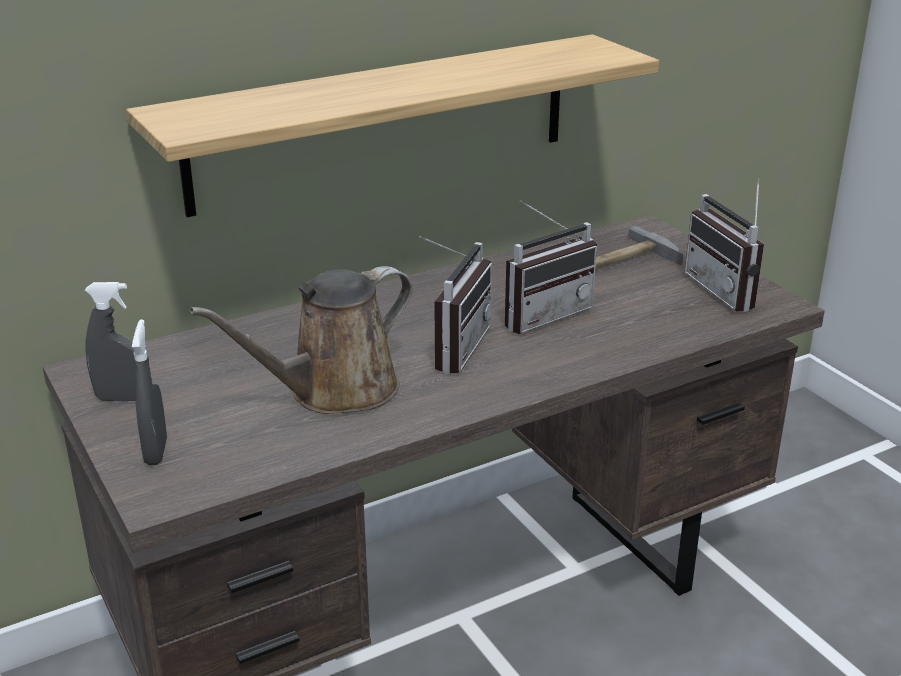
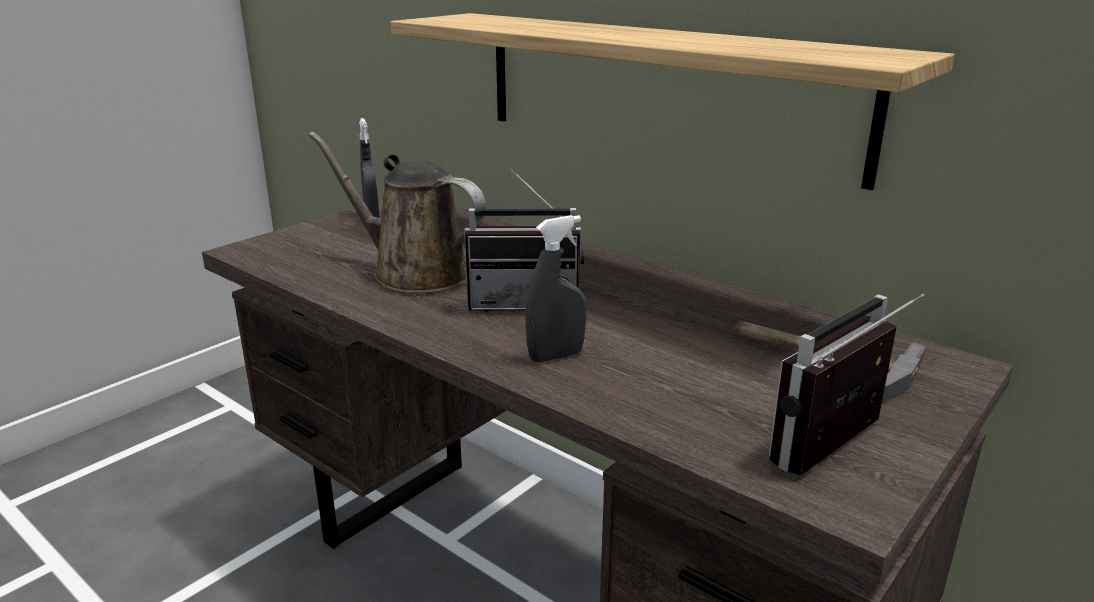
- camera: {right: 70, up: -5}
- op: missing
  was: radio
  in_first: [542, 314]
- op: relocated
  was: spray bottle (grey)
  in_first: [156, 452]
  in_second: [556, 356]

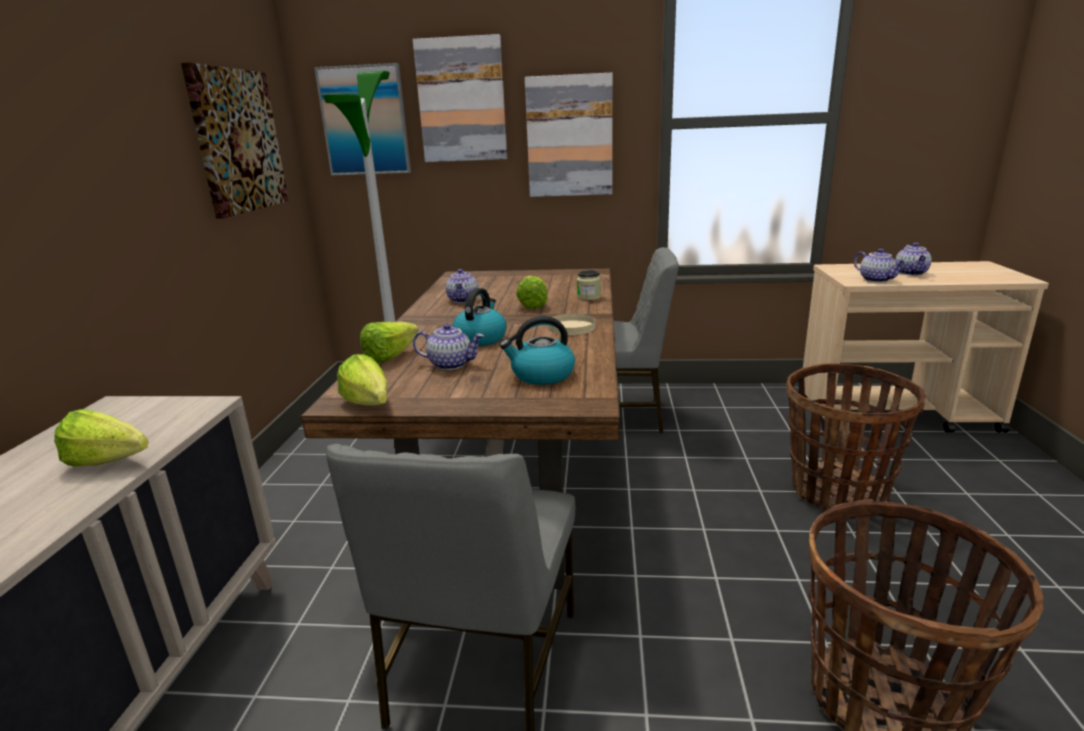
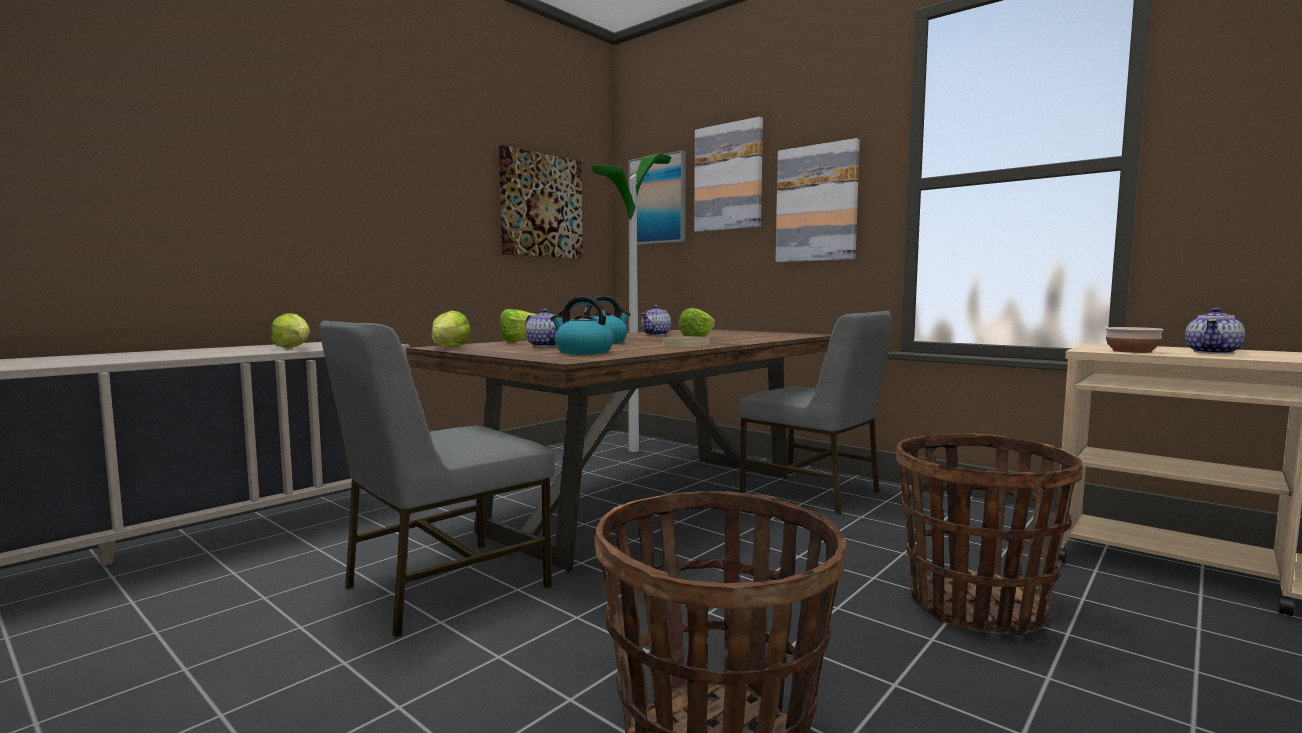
- camera: {right: 35, up: -15}
- op: exchanged
  was: teapot
  now: bowl
  in_first: [877, 280]
  in_second: [1132, 351]
- op: missing
  was: jar
  in_first: [589, 297]

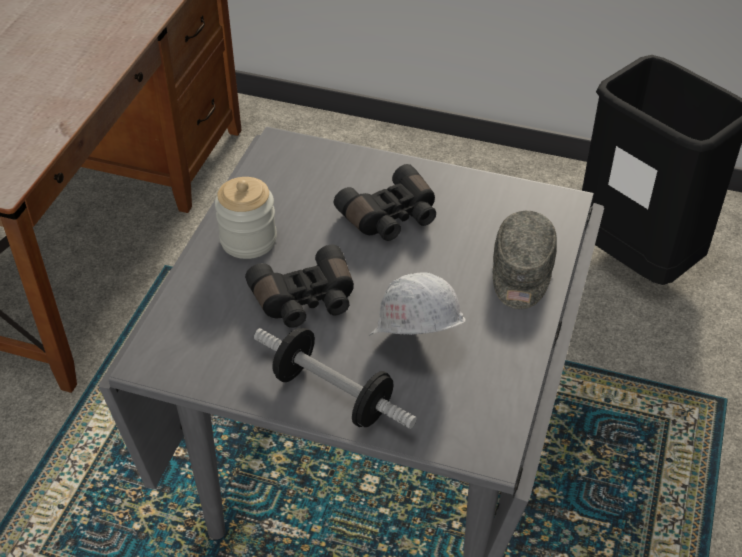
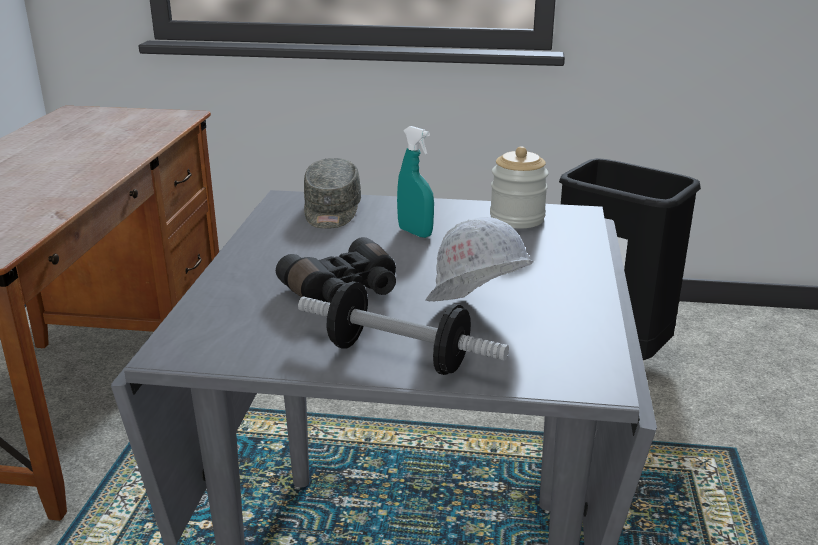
- camera: {right: -10, up: -20}
- op: exchanged
  was: binoculars (black)
  now: spray bottle (turquoise)
  in_first: [391, 218]
  in_second: [415, 232]
- op: relocated
  was: jar
  in_first: [248, 240]
  in_second: [517, 219]
- op: relocated
  was: cap (grey)
  in_first: [521, 274]
  in_second: [331, 211]

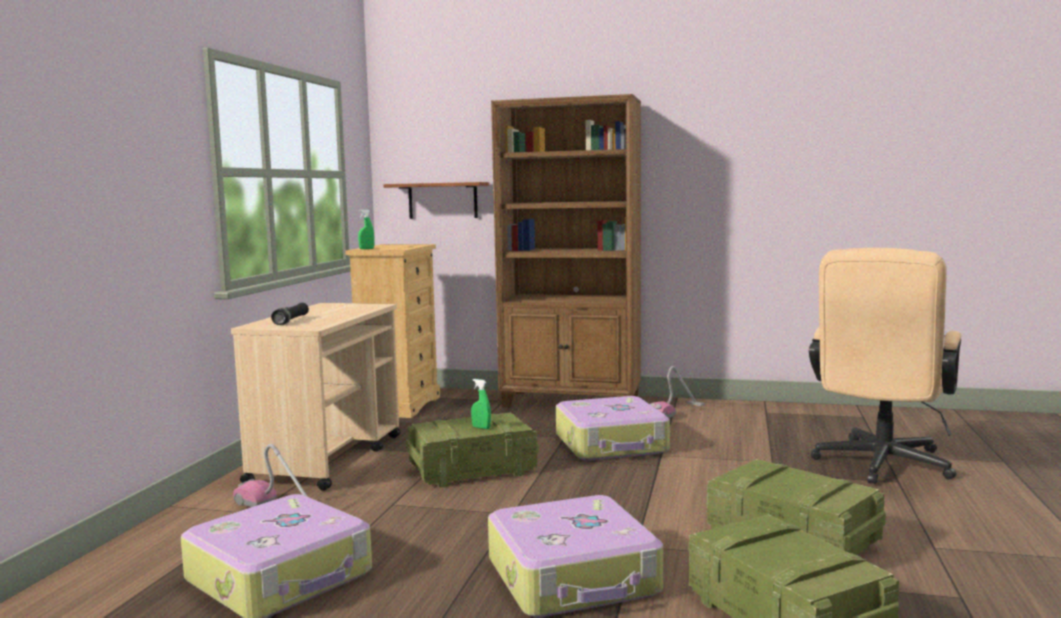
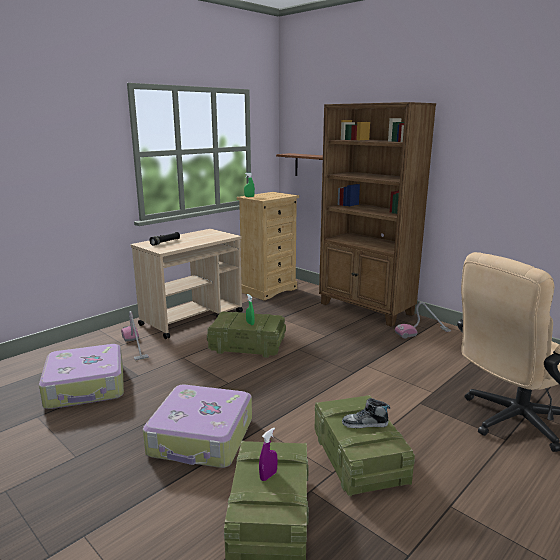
- camera: {right: 30, up: 10}
- op: missing
  was: suitcase
  in_first: [612, 444]
- op: appeared
  now: shoe
  in_second: [365, 424]
- op: appeared
  now: spray bottle (purple)
  in_second: [268, 476]

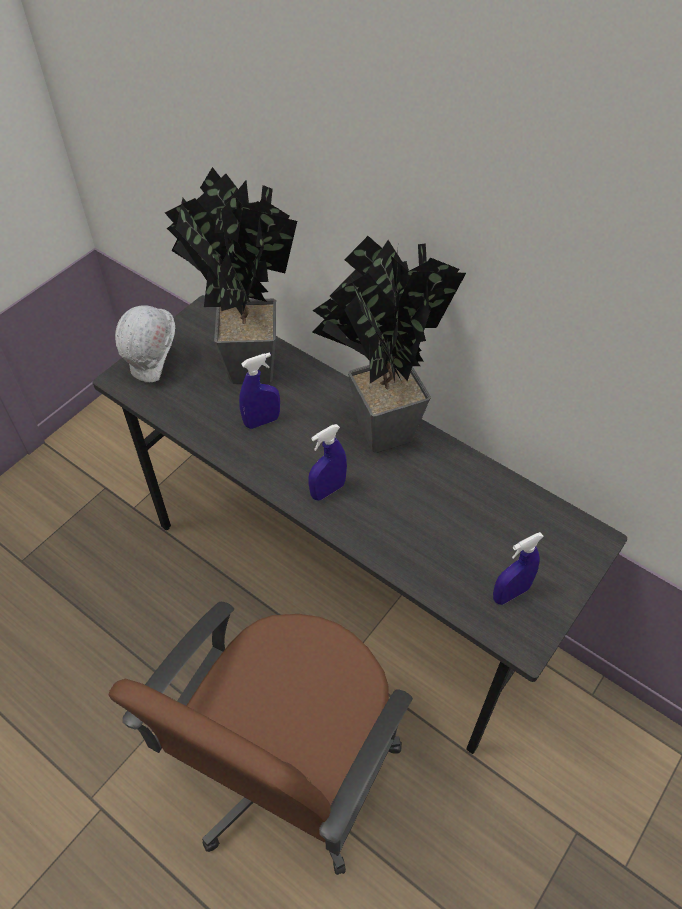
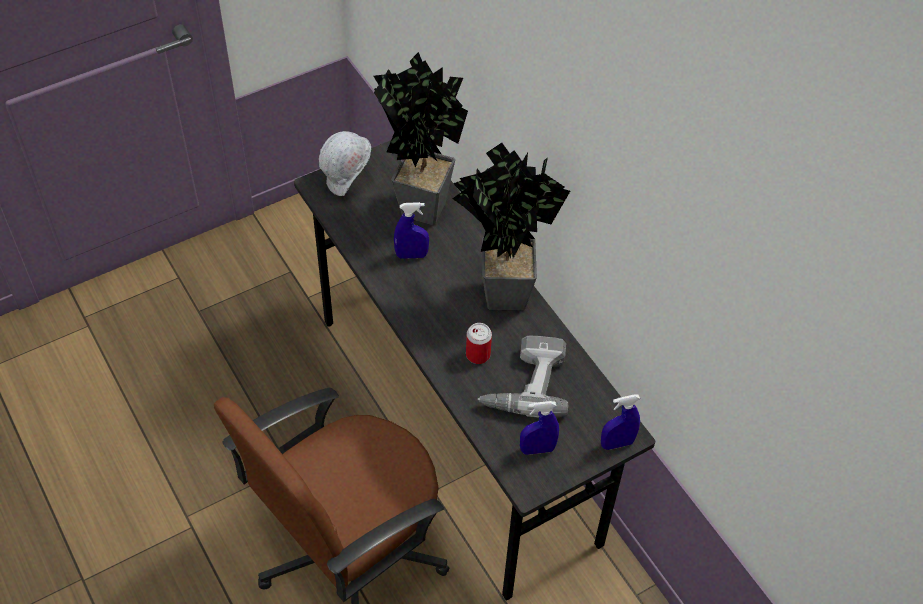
- camera: {right: 20, up: 0}
- op: relocated
  was: spray bottle (blue)
  in_first: [328, 490]
  in_second: [617, 443]
- op: appeared
  now: can
  in_second: [478, 354]
- op: appeared
  now: power drill
  in_second: [524, 383]

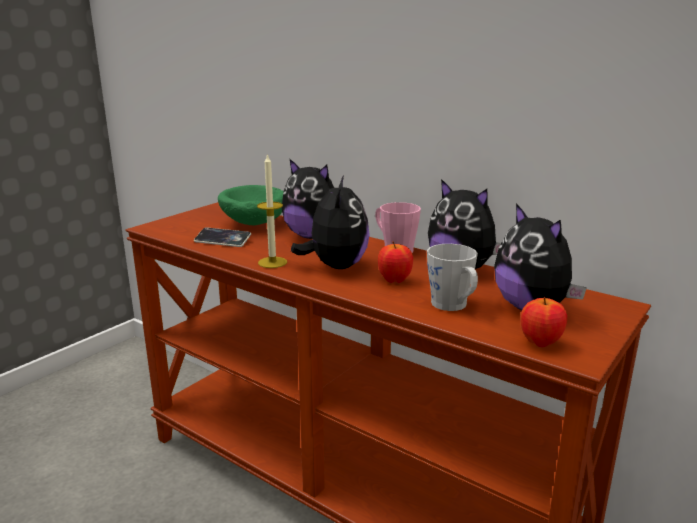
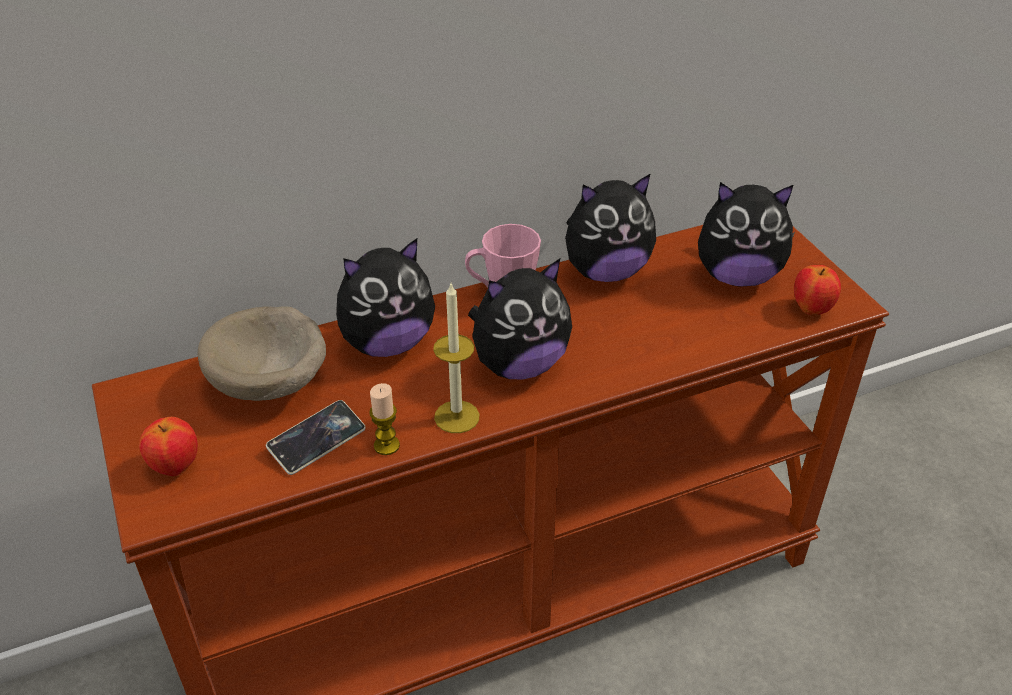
- camera: {right: -60, up: 20}
- op: spun
  was: plush toy
  in_first: [335, 266]
  in_second: [519, 364]
  clockwise: 120
- op: colour
  was: bowl (green)
  now: bowl (beige)
  in_first: [253, 224]
  in_second: [271, 385]
- op: relocated
  was: apple
  in_first: [394, 280]
  in_second: [175, 467]
- op: missing
  was: mug (grey)
  in_first: [453, 306]
- op: appeared
  now: candle
  in_second: [386, 445]

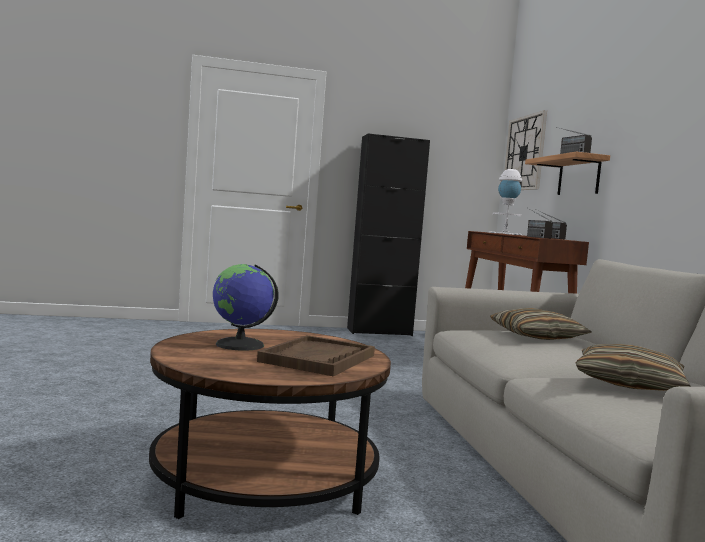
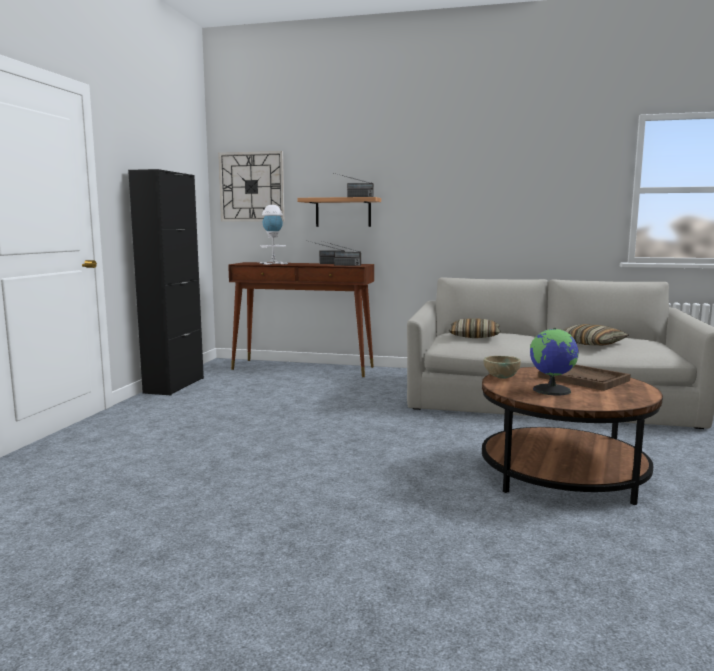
- camera: {right: -65, up: 5}
- op: appeared
  now: bowl (beige)
  in_second: [501, 377]

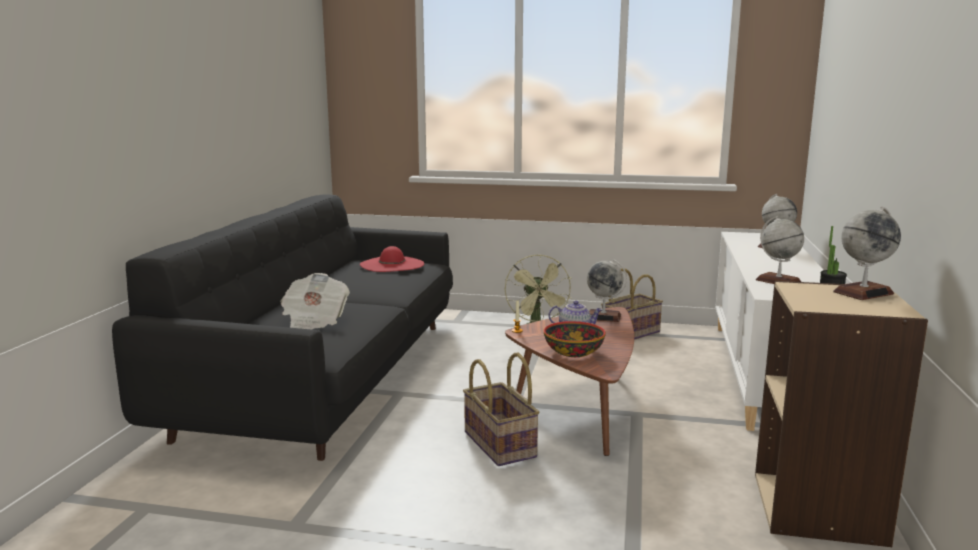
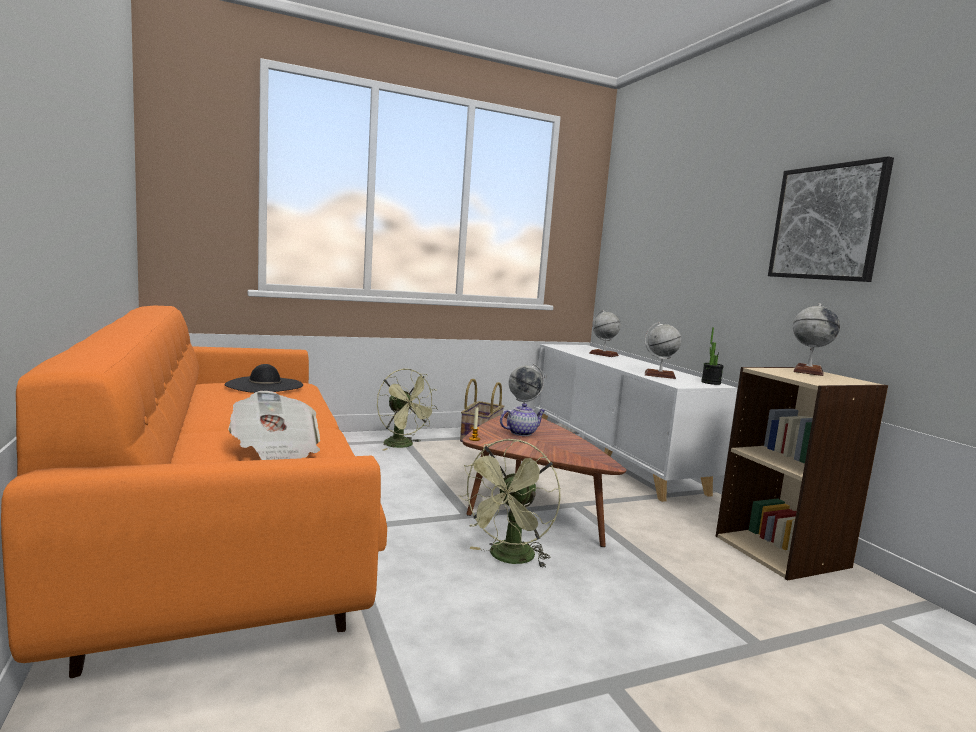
- camera: {right: -35, up: -5}
- op: colour
  was: sofa (black)
  now: sofa (orange)
  in_first: [328, 375]
  in_second: [228, 524]
- op: colour
  was: hat (red)
  now: hat (black)
  in_first: [392, 264]
  in_second: [264, 385]
- op: missing
  was: bowl
  in_first: [573, 352]
- op: exchanged
  was: basket
  now: fan (green)
  in_first: [501, 444]
  in_second: [508, 559]
- op: appeared
  now: picture
  in_second: [827, 223]

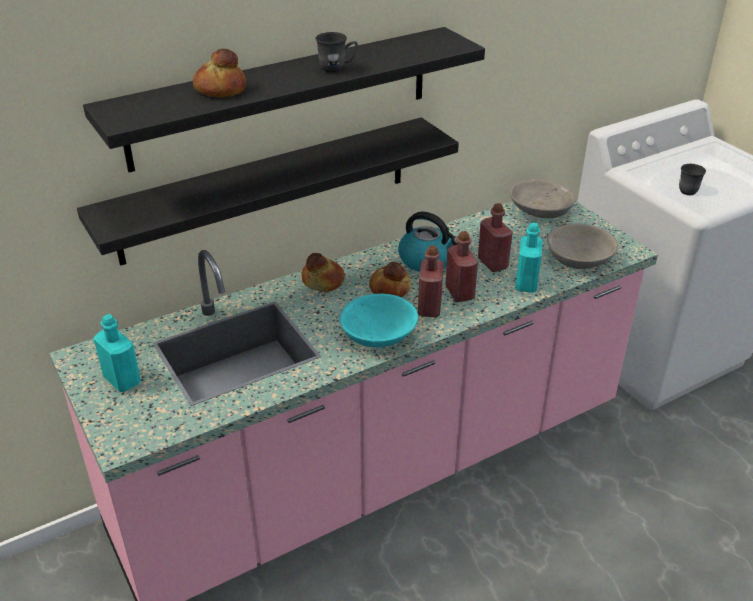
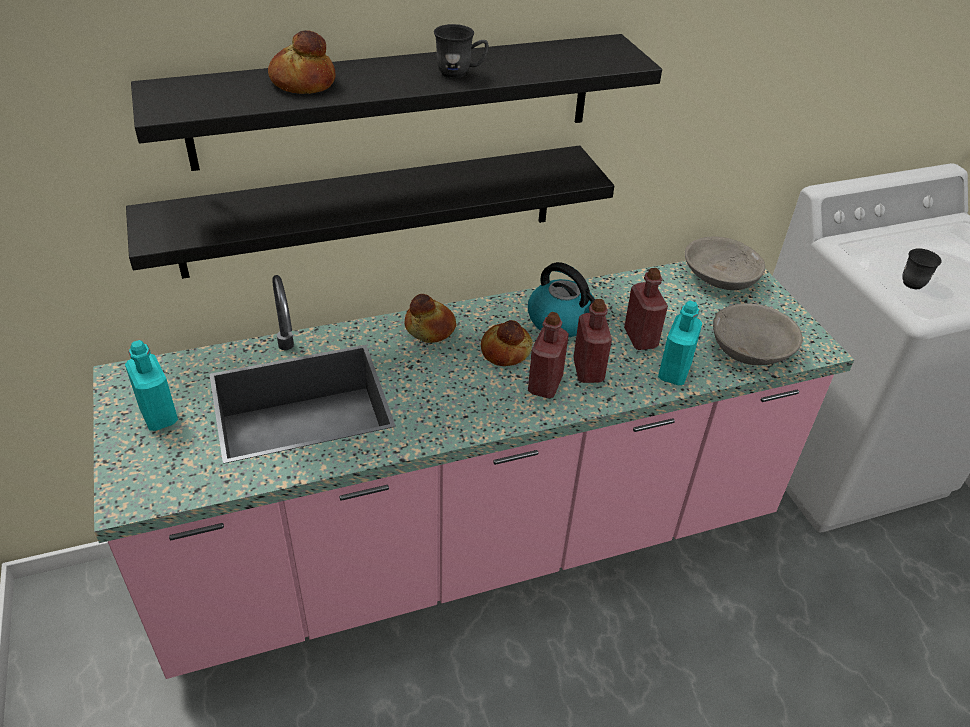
- camera: {right: 10, up: 5}
- op: missing
  was: bowl (turquoise)
  in_first: [378, 334]

